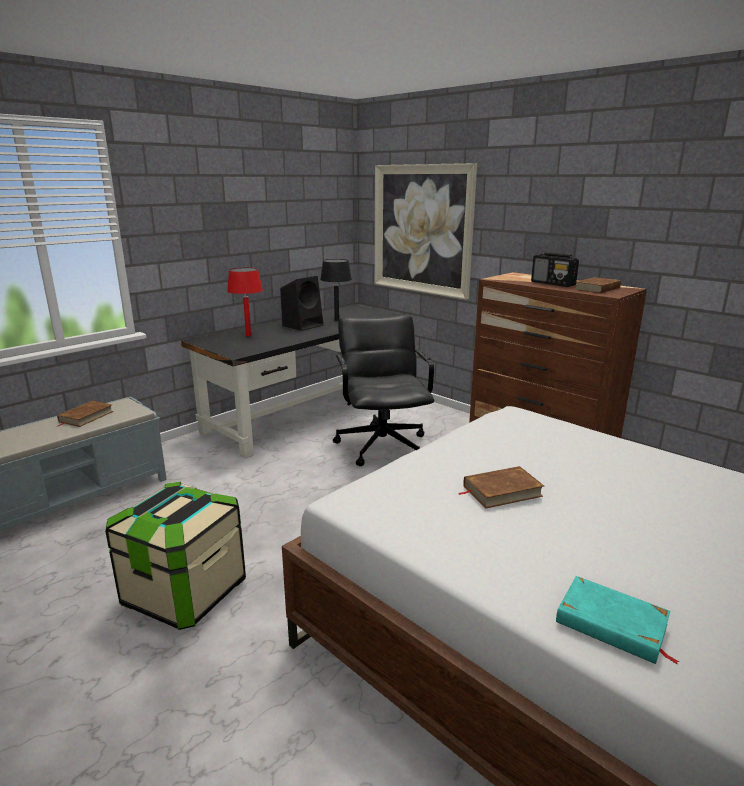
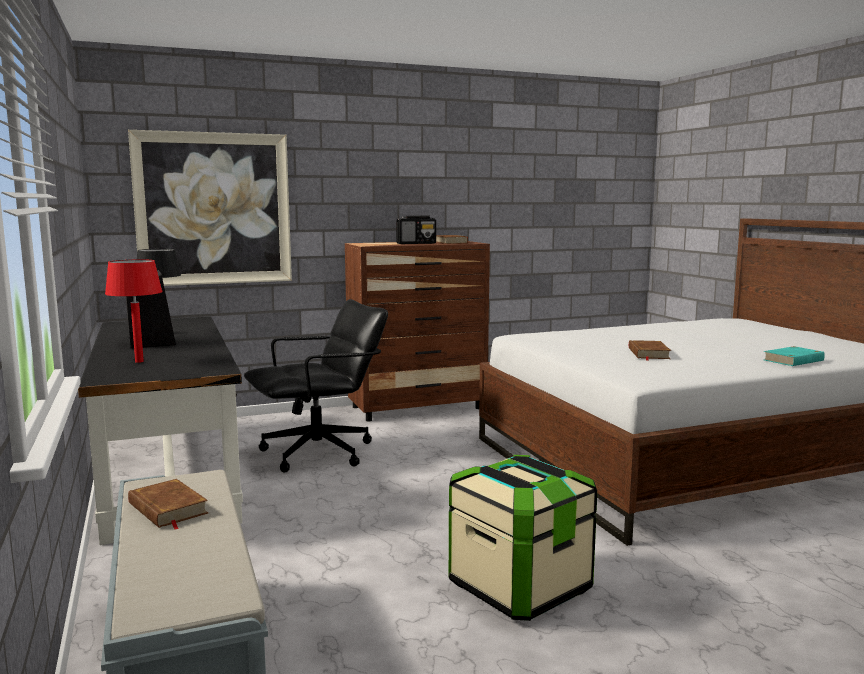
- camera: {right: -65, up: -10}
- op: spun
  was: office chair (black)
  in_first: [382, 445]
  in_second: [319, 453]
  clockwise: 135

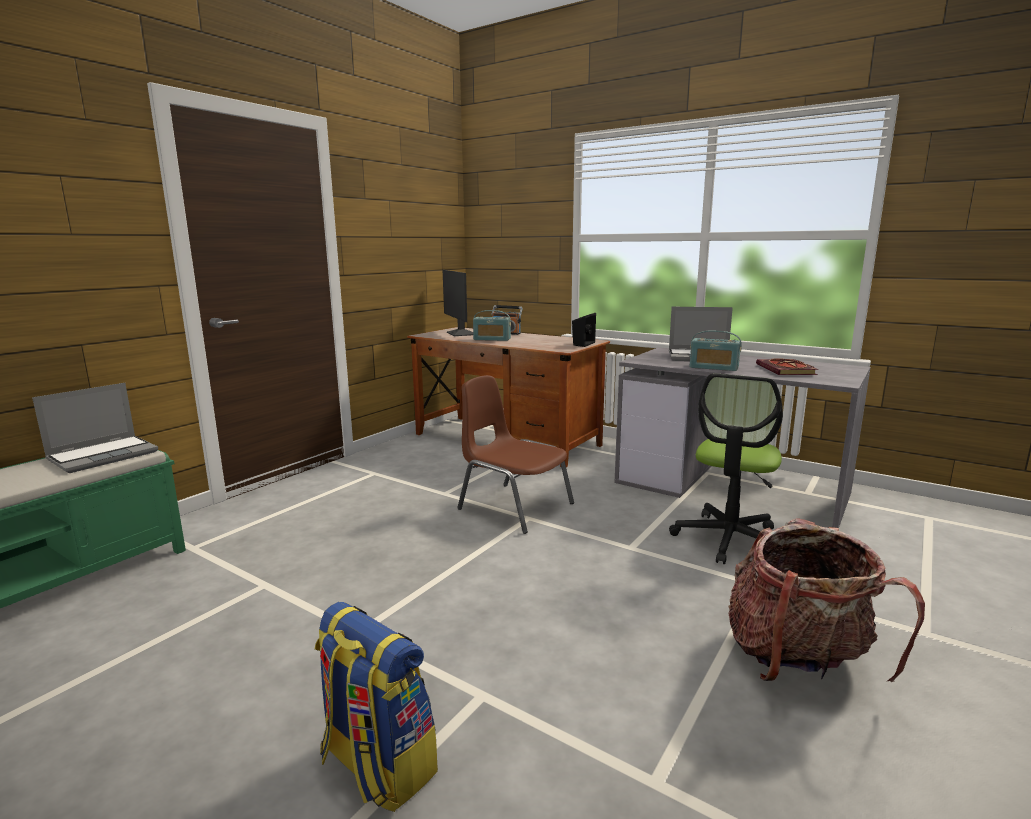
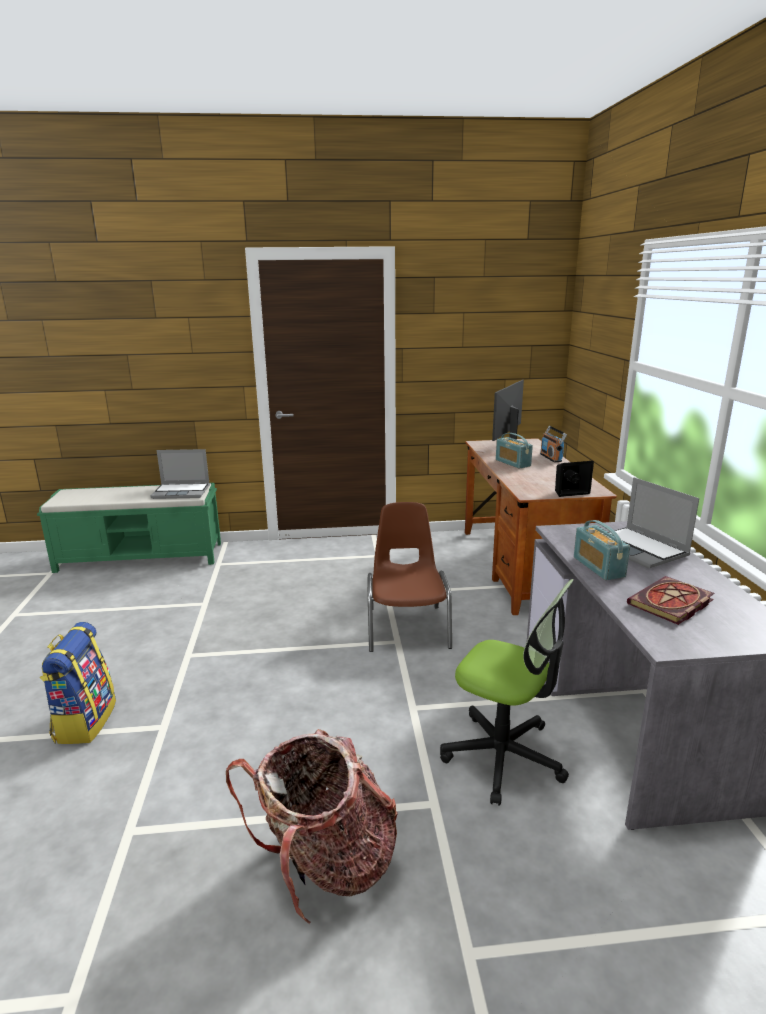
- camera: {right: 50, up: 5}
- op: spun
  was: office chair
  in_first: [729, 539]
  in_second: [503, 756]
  clockwise: -135

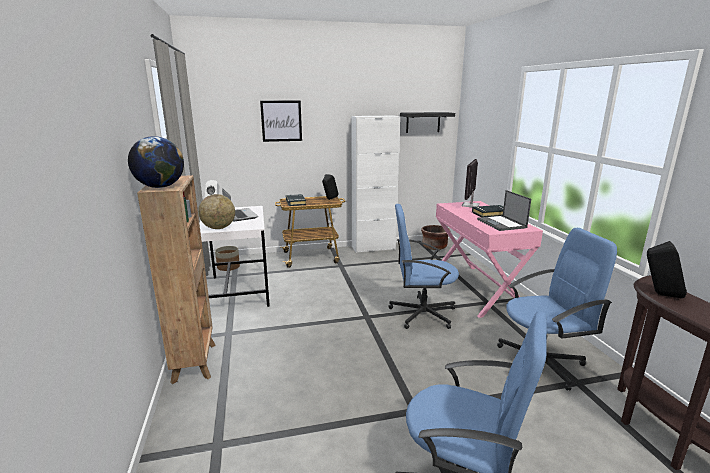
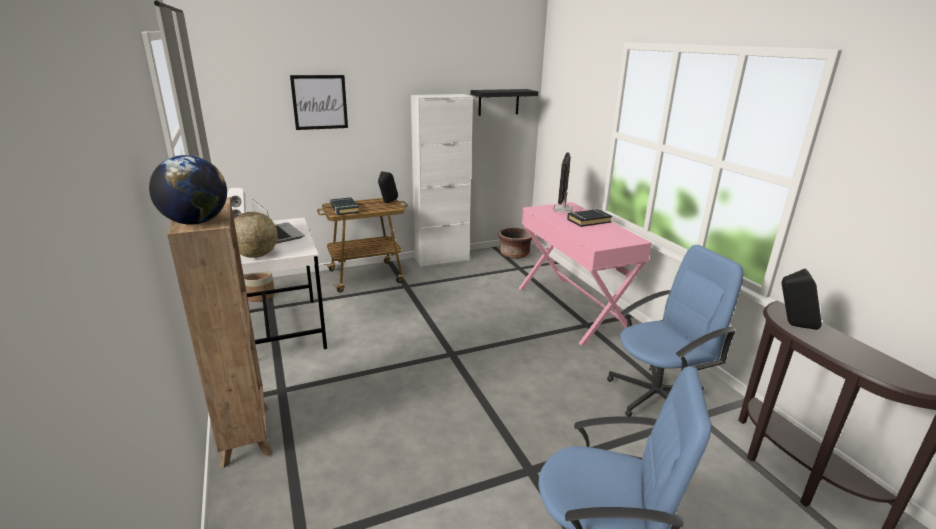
- camera: {right: -10, up: 5}
- op: missing
  was: laptop
  in_first: [502, 223]
- op: missing
  was: office chair (blue)
  in_first: [421, 313]

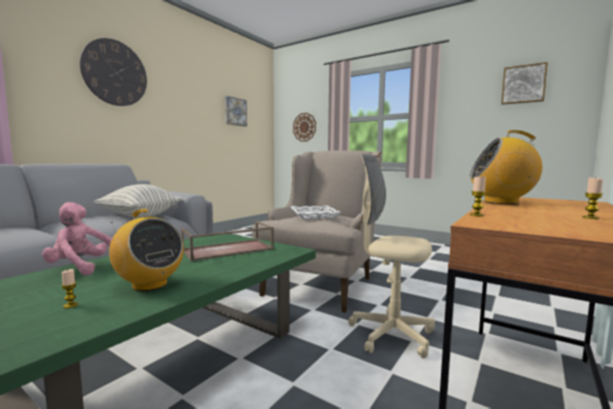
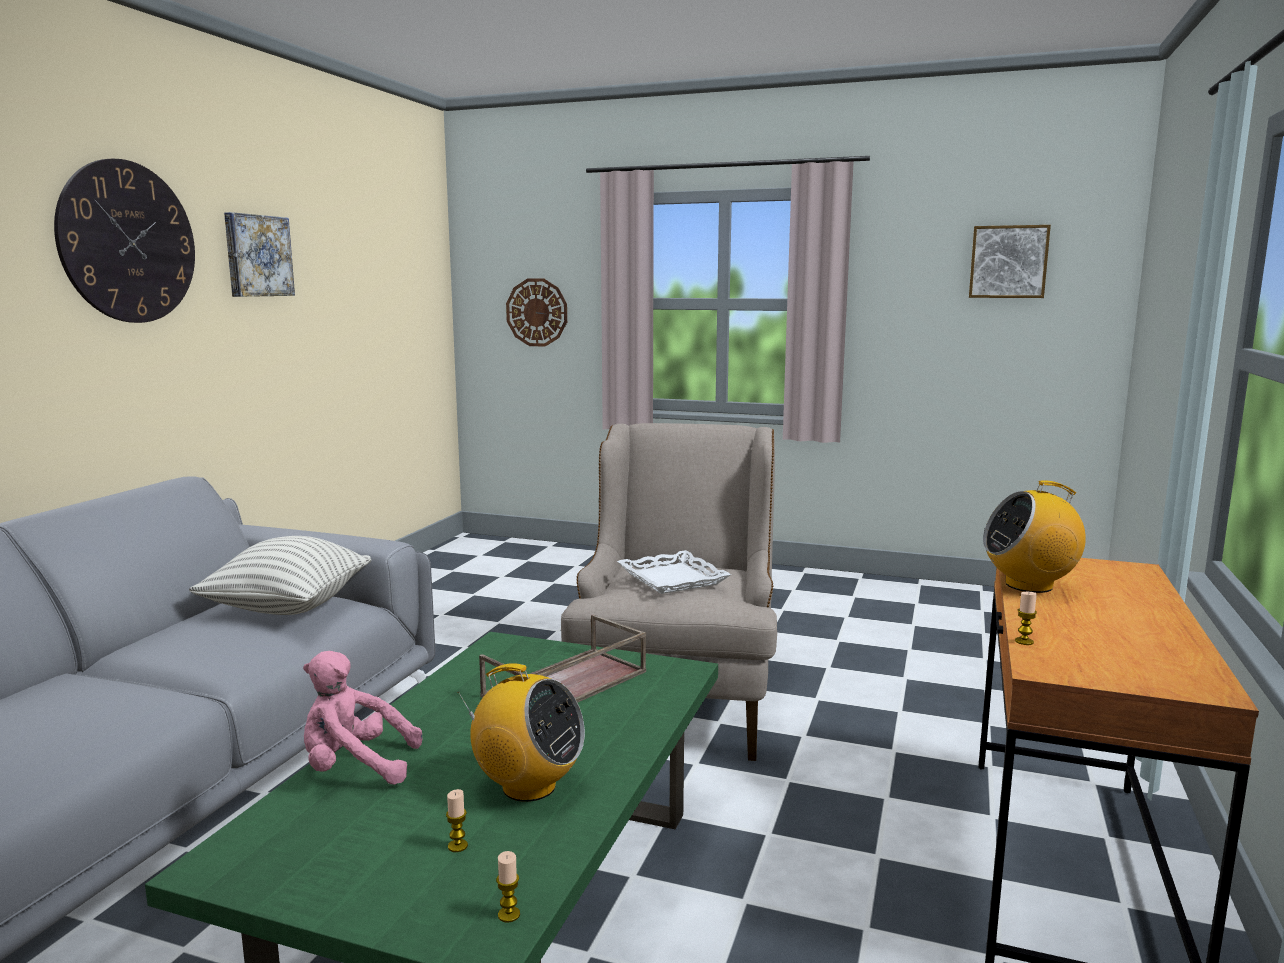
- camera: {right: -15, up: 5}
- op: relocated
  was: picture
  in_first: [235, 112]
  in_second: [257, 256]
- op: missing
  was: office chair (beige)
  in_first: [391, 334]
- op: relocated
  was: candle
  in_first: [590, 218]
  in_second: [509, 915]

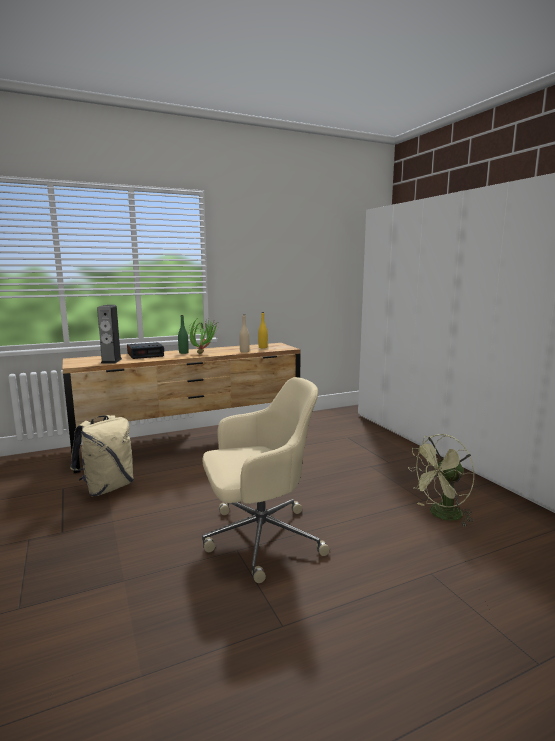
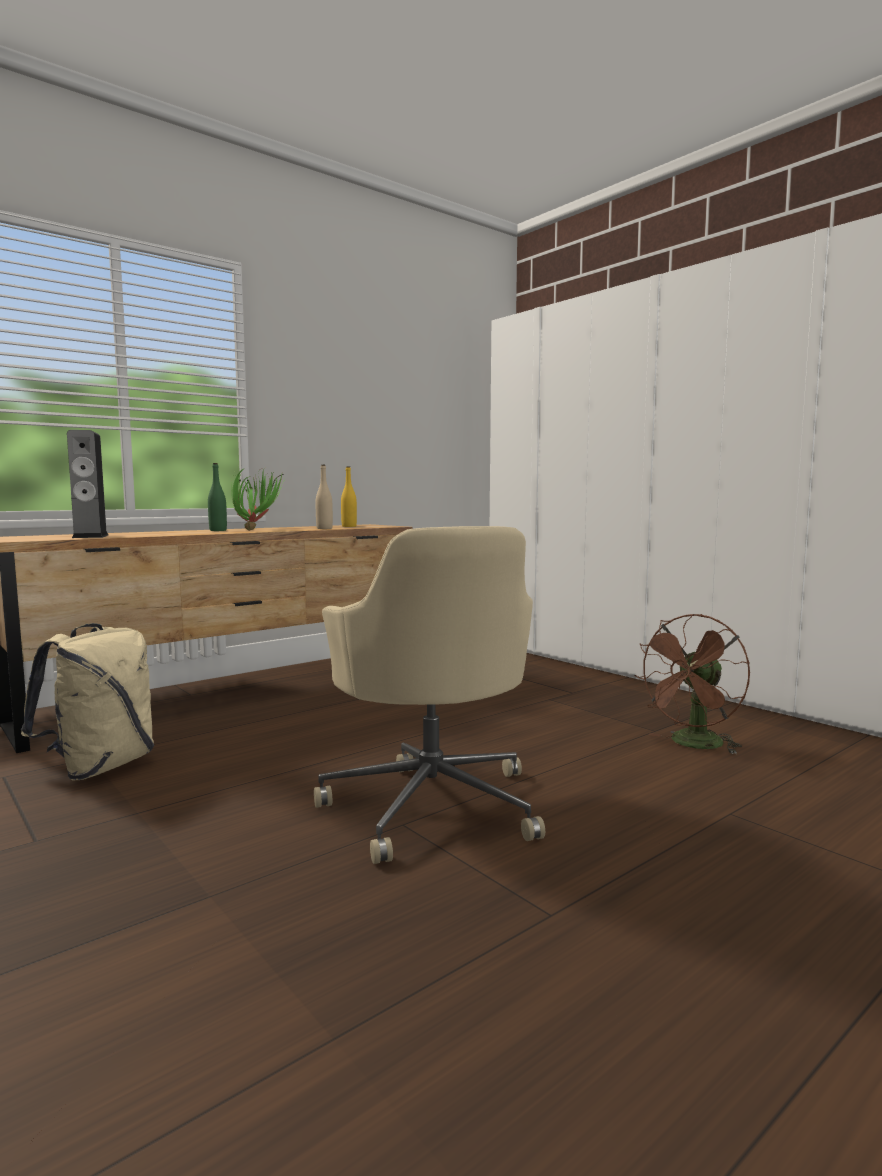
- camera: {right: -15, up: -5}
- op: missing
  was: alarm clock
  in_first: [146, 355]
- op: spun
  was: office chair (beige)
  in_first: [259, 538]
  in_second: [432, 804]
  clockwise: 105
- op: colour
  was: fan (green)
  now: fan (brown)
  in_first: [441, 515]
  in_second: [693, 745]

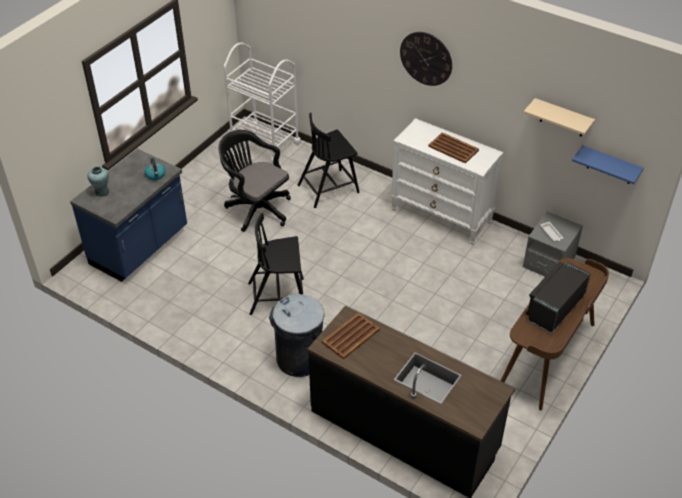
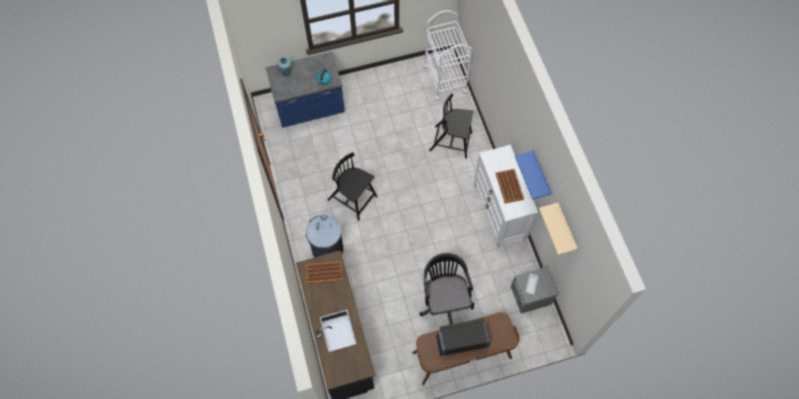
- camera: {right: 40, up: 20}
- op: missing
  was: wall clock
  in_first: [426, 58]
- op: relocated
  was: office chair (black)
  in_first: [256, 208]
  in_second: [444, 300]
- op: relocated
  was: shelf (blue)
  in_first: [610, 166]
  in_second: [541, 175]

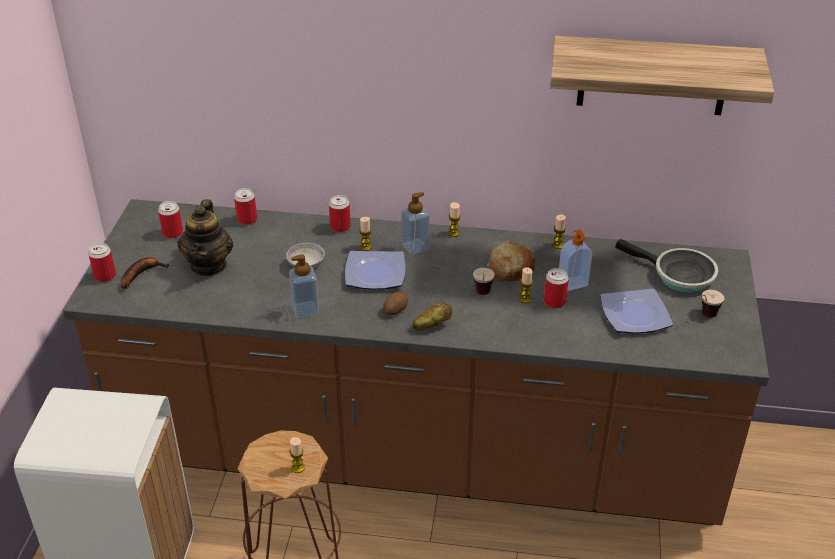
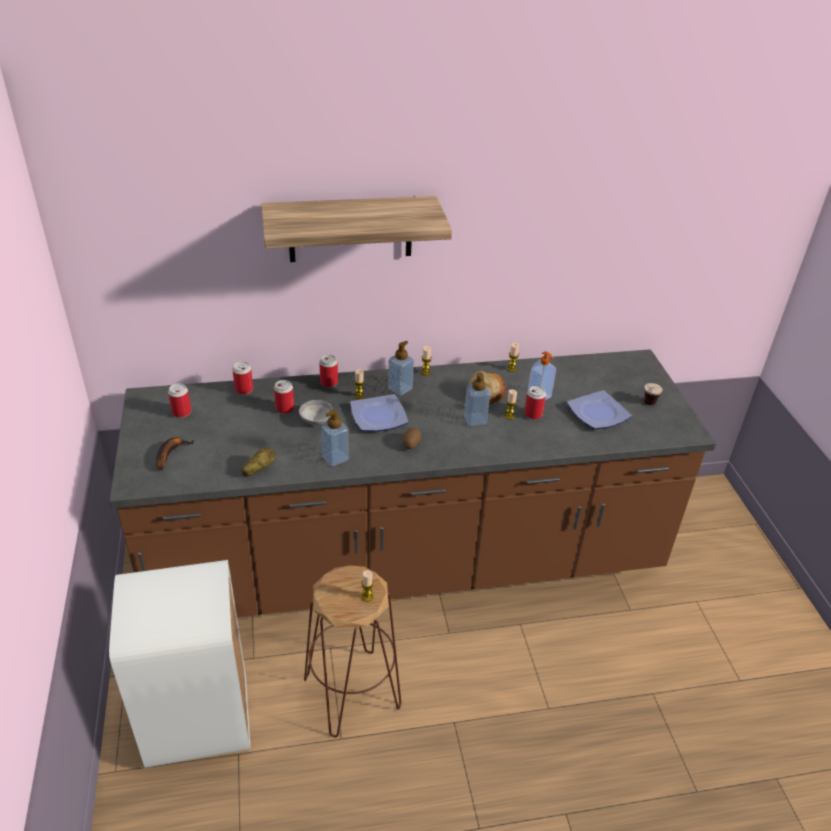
- camera: {right: -20, up: 0}
- op: relocated
  was: shelf
  in_first: [653, 76]
  in_second: [350, 229]
- op: missing
  was: teapot
  in_first: [209, 265]
- op: missing
  was: frying pan
  in_first: [678, 275]
- op: relocated
  was: can
  in_first: [105, 276]
  in_second: [285, 409]
- op: exchanged
  was: cup
  now: soap dispenser
  in_first: [482, 296]
  in_second: [475, 419]
- op: relocated
  was: potato
  in_first: [432, 325]
  in_second: [258, 469]

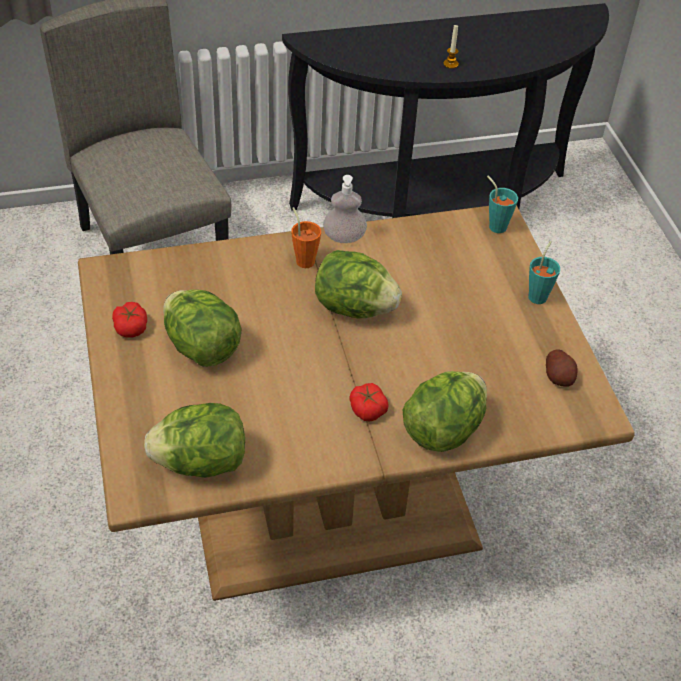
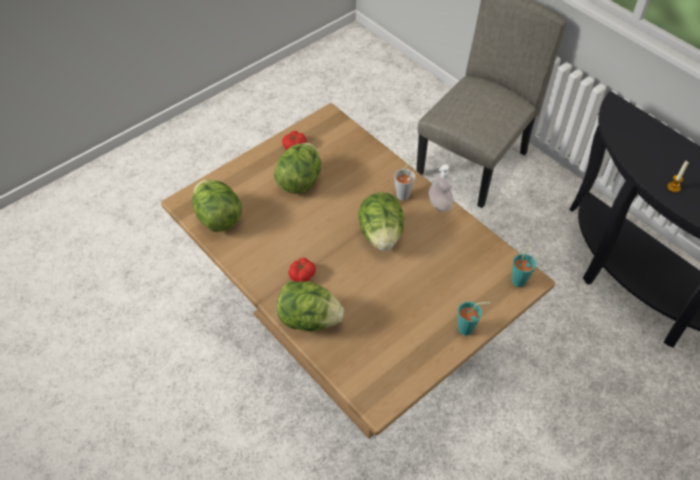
- camera: {right: 65, up: 5}
- op: colour
  was: cup (orange)
  now: cup (grey)
  in_first: [304, 258]
  in_second: [405, 194]
- op: missing
  was: potato
  in_first: [559, 377]

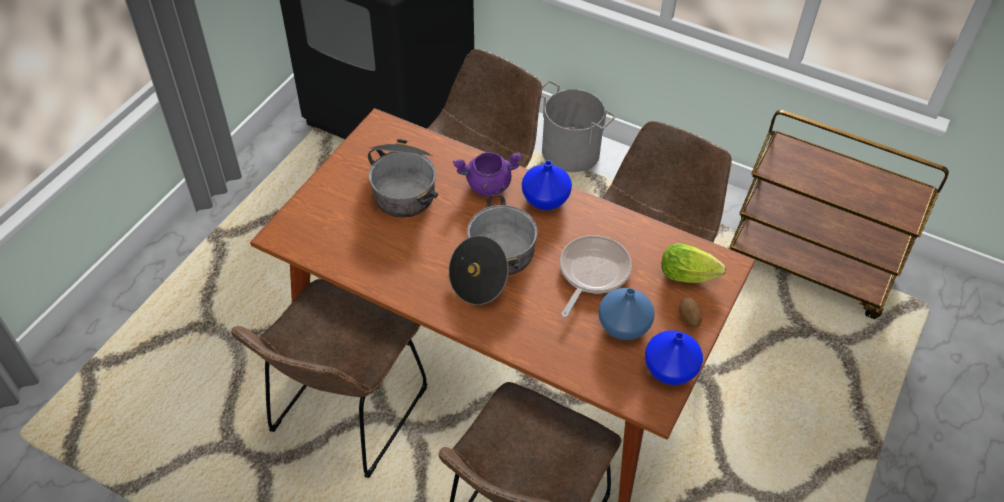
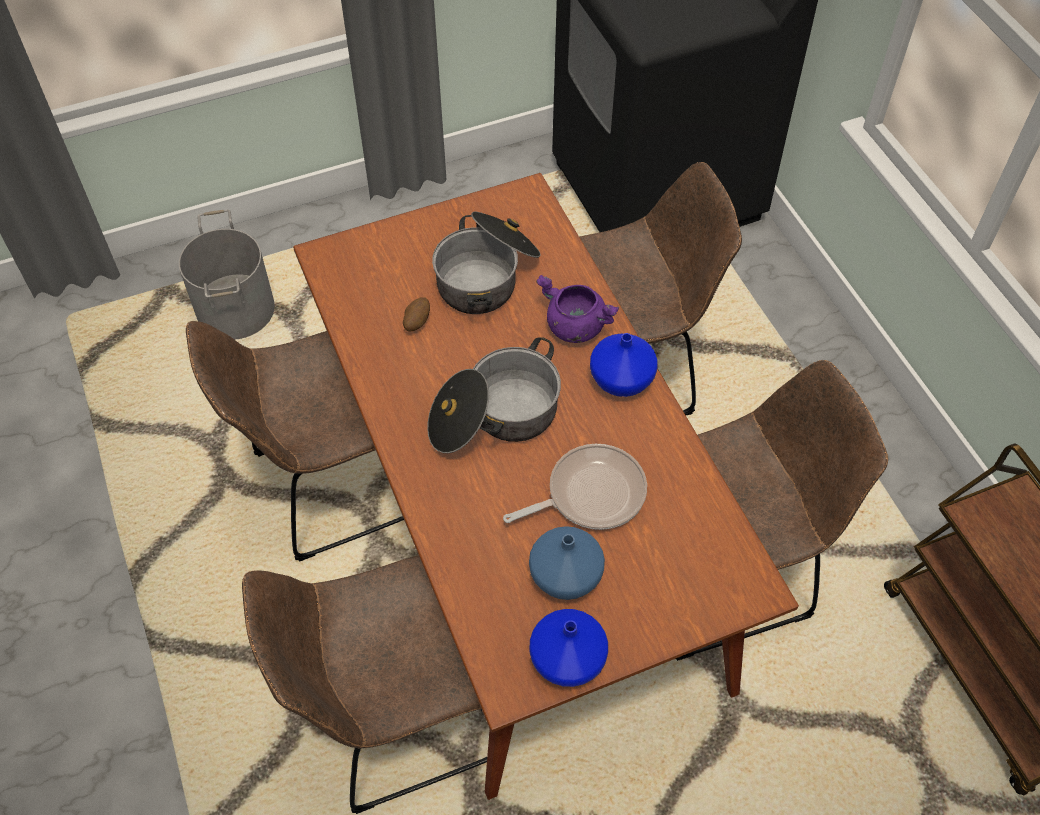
- camera: {right: 40, up: 5}
- op: relocated
  was: bucket (grey)
  in_first: [571, 151]
  in_second: [237, 310]
- op: missing
  was: lettuce
  in_first: [690, 276]
- op: relocated
  was: potato
  in_first: [688, 318]
  in_second: [416, 322]

